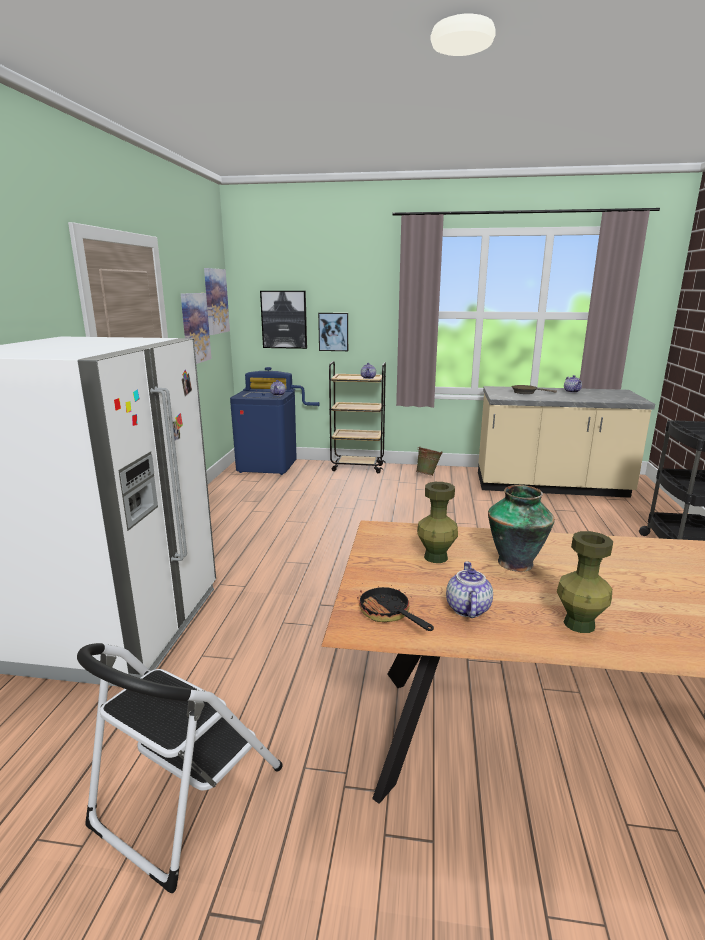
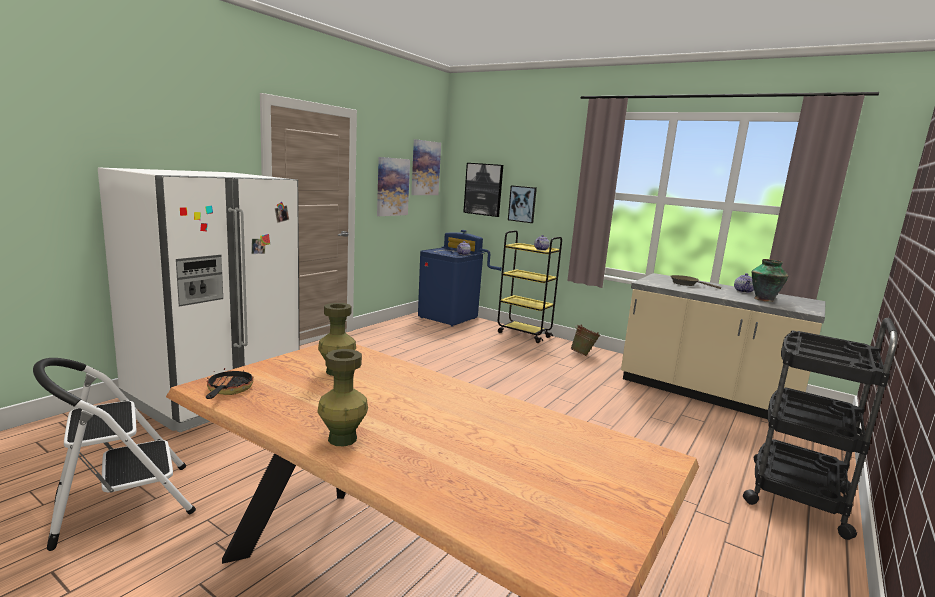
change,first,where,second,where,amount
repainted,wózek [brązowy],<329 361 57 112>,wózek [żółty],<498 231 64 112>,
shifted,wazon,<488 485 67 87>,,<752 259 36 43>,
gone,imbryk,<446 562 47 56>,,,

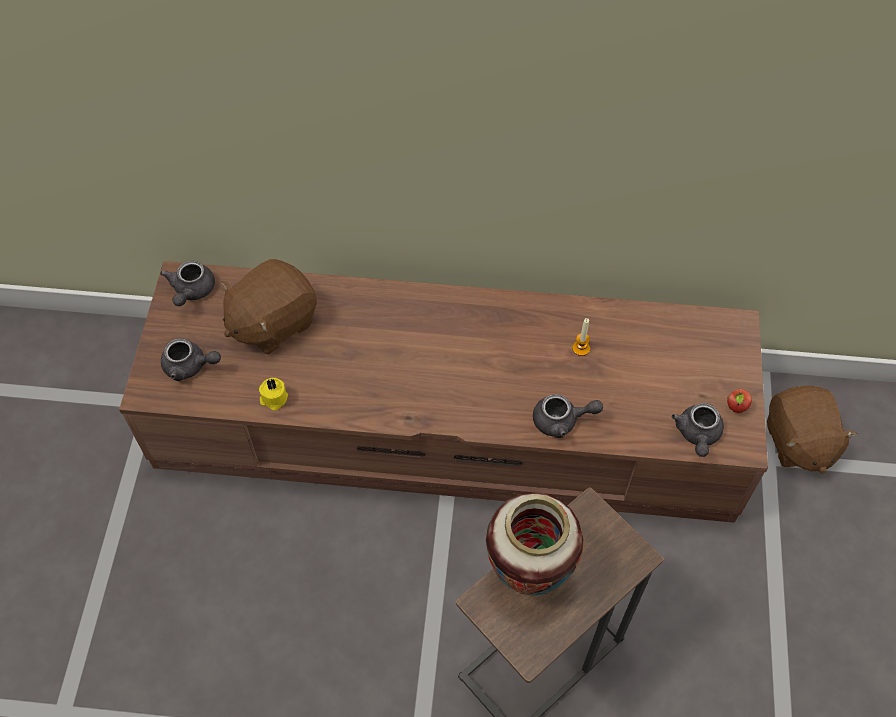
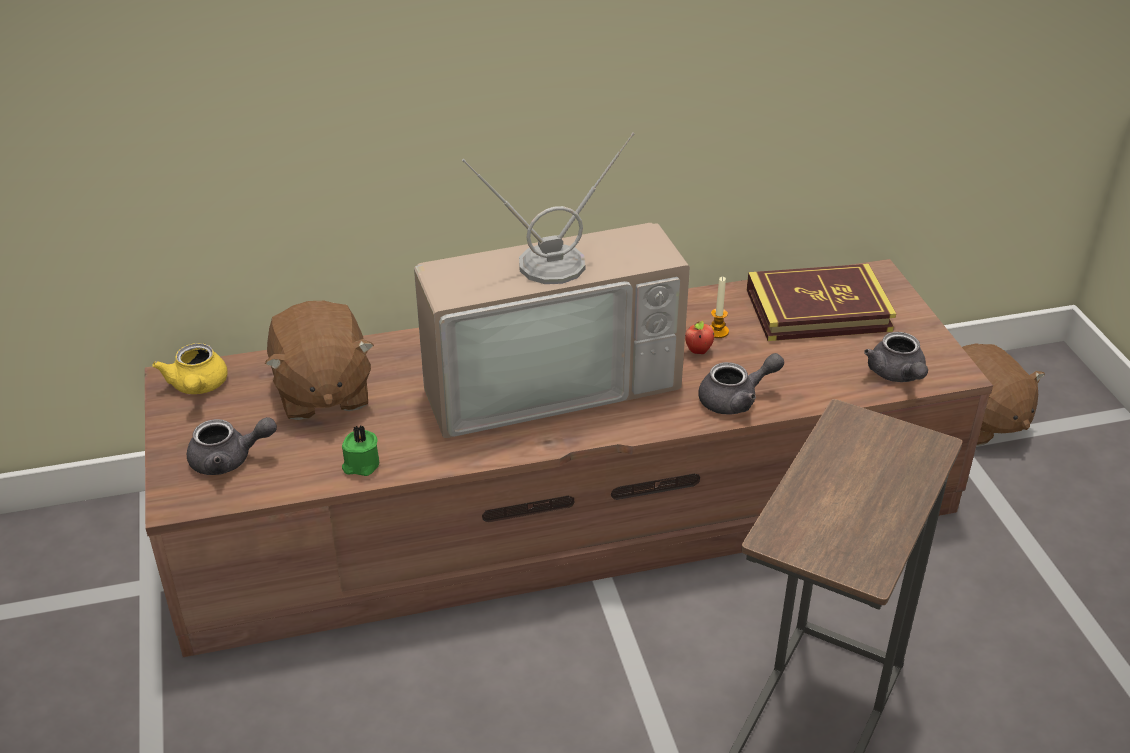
change,first,where,second,where,amount
rotated,pluszak [brązowy],<221 259 96 96>,,<265 301 109 119>,45 degrees counterclockwise
repainted,imbryk [szary],<160 260 55 46>,imbryk [żółty],<152 343 76 51>,
repainted,świeca [żółty],<259 378 29 33>,świeca [zielony],<342 426 37 50>,
shifted,jabłko,<727 389 25 24>,,<685 321 29 33>,
gone,wazon,<486 492 98 104>,,,
new,,,telewizor,<414 132 276 306>,
new,,,książka,<747 264 149 77>,

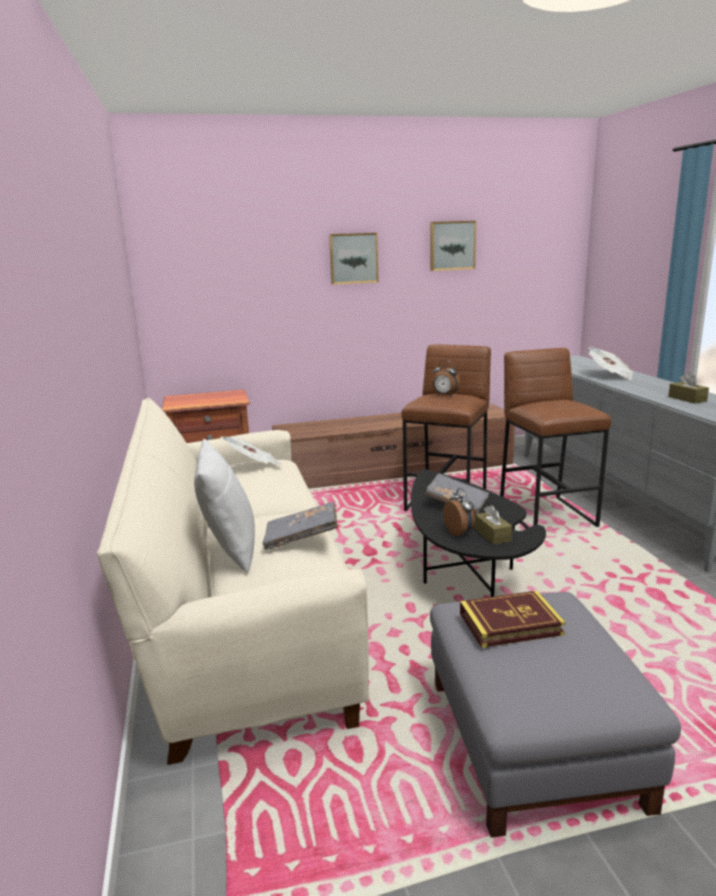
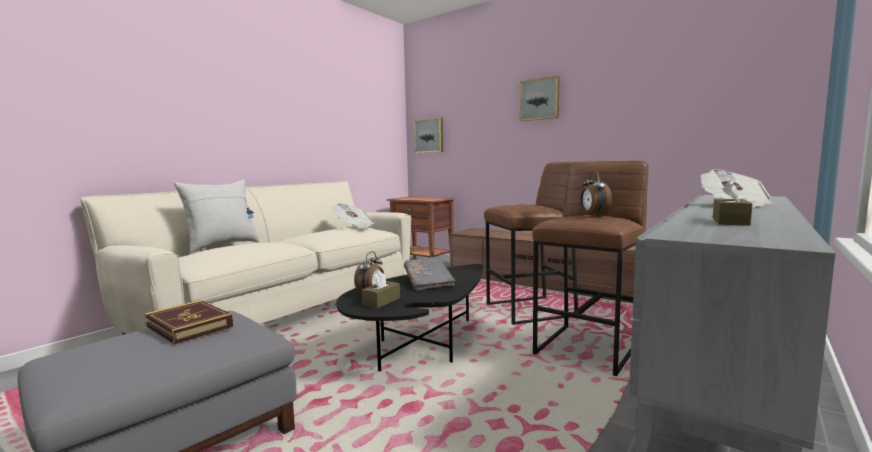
change,first,where,second,where,amount
shifted,obraz,<430 221 46 50>,,<414 117 29 36>,
shifted,budzik,<433 360 27 37>,,<581 171 31 46>,
gone,książka [szary],<262 502 76 48>,,,

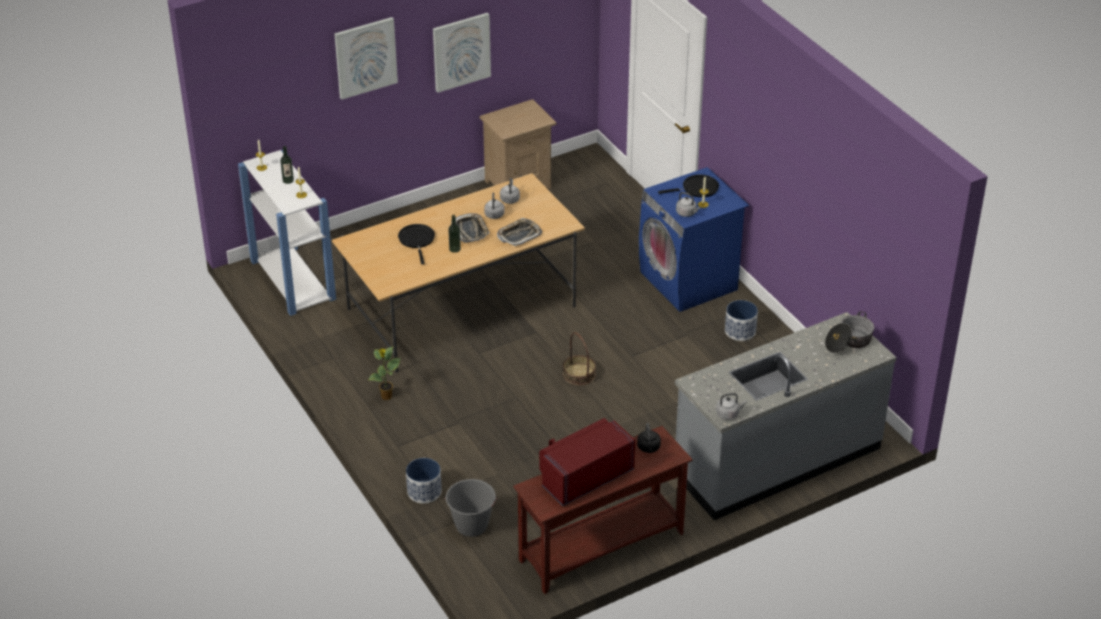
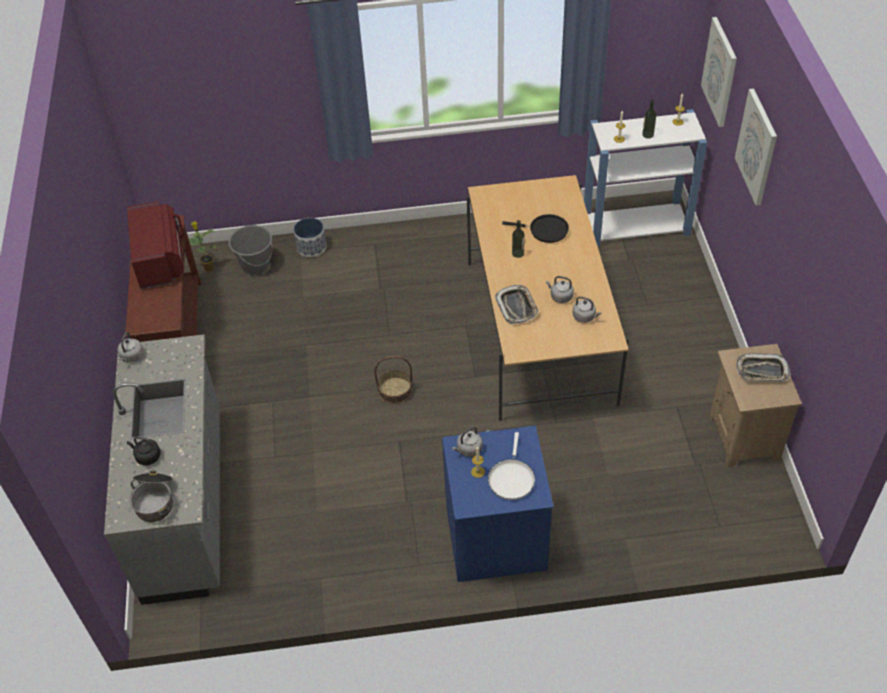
change,first,where,second,where,amount
shifted,obraz,<433 13 58 80>,,<701 17 36 110>,
repainted,patelnia [czarny],<658 174 61 23>,patelnia [biały],<488 432 47 68>,
shifted,taca,<451 213 39 30>,,<737 353 54 28>,
gone,donica,<725 300 33 41>,,,
shifted,roślina doniczkowa,<368 346 32 54>,,<189 221 27 51>,
shifted,czajnik [czarny],<637 423 24 30>,,<127 436 34 29>,

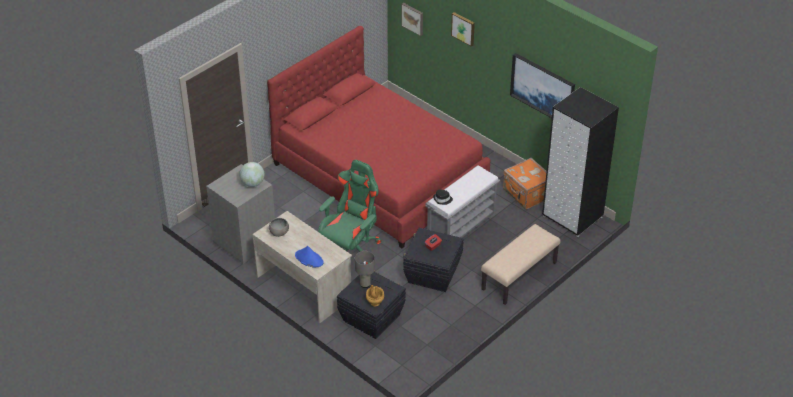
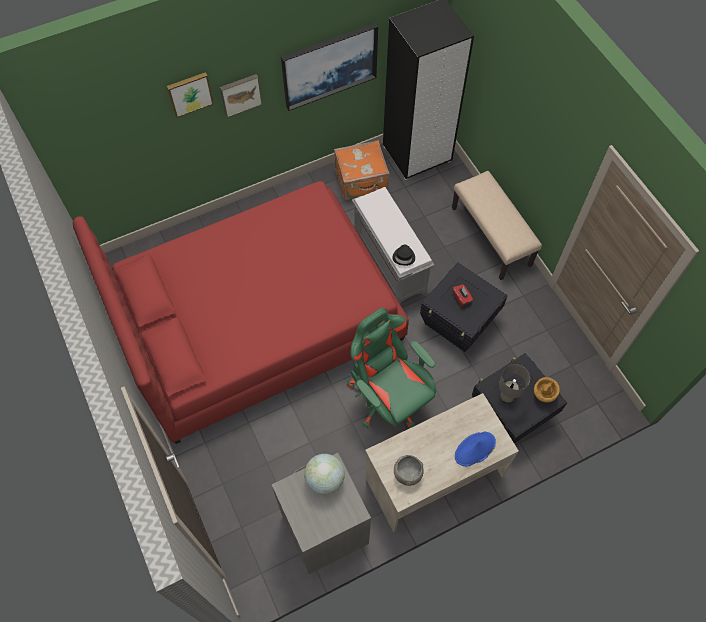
change,first,where,second,where,amount
shifted,obraz,<401 3 22 33>,,<220 74 42 44>,

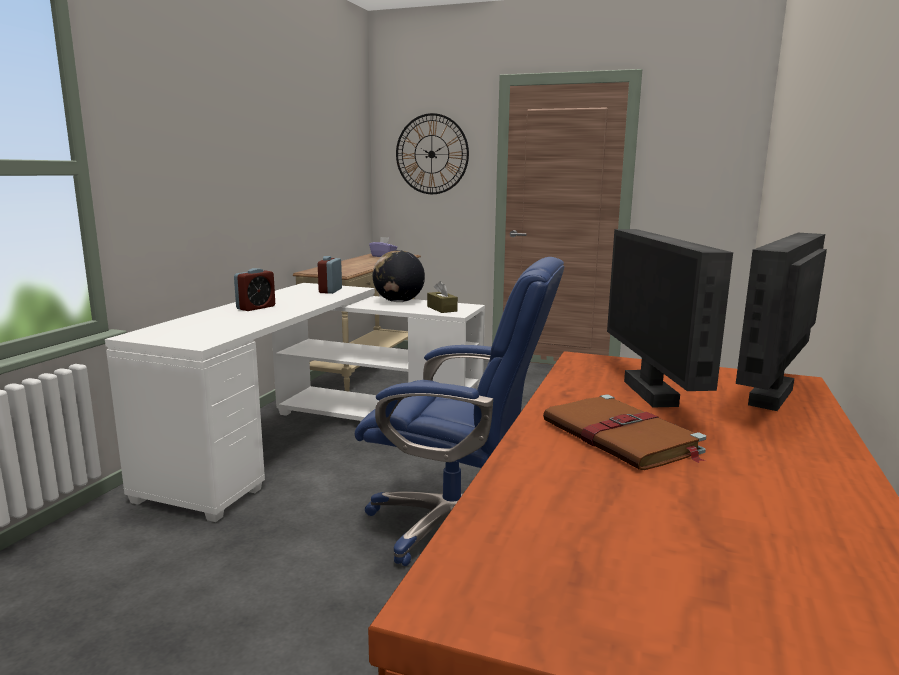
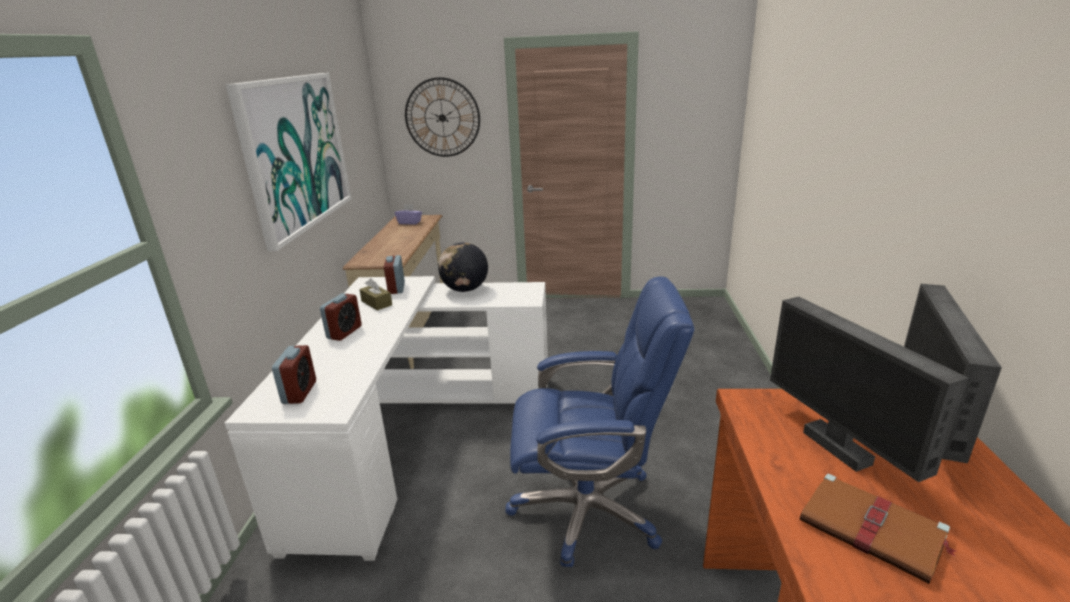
change,first,where,second,where,amount
shifted,pudełko chusteczek [brązowy],<427 281 31 32>,,<359 278 33 33>,
new,,,obraz,<226 73 125 178>,
new,,,budzik,<272 345 44 59>,

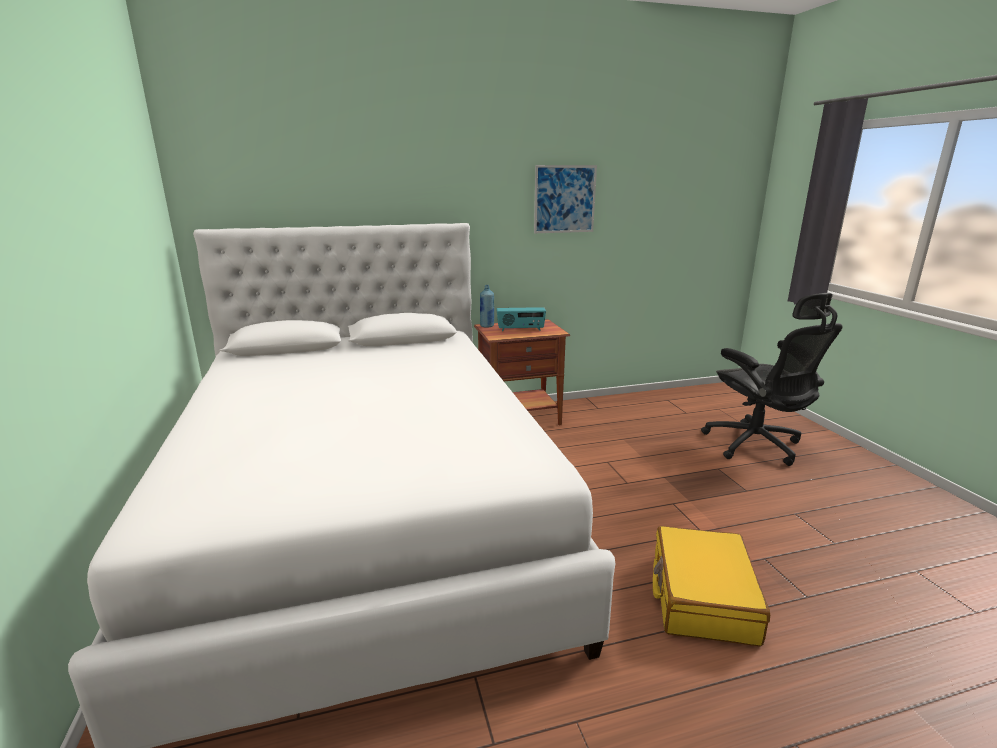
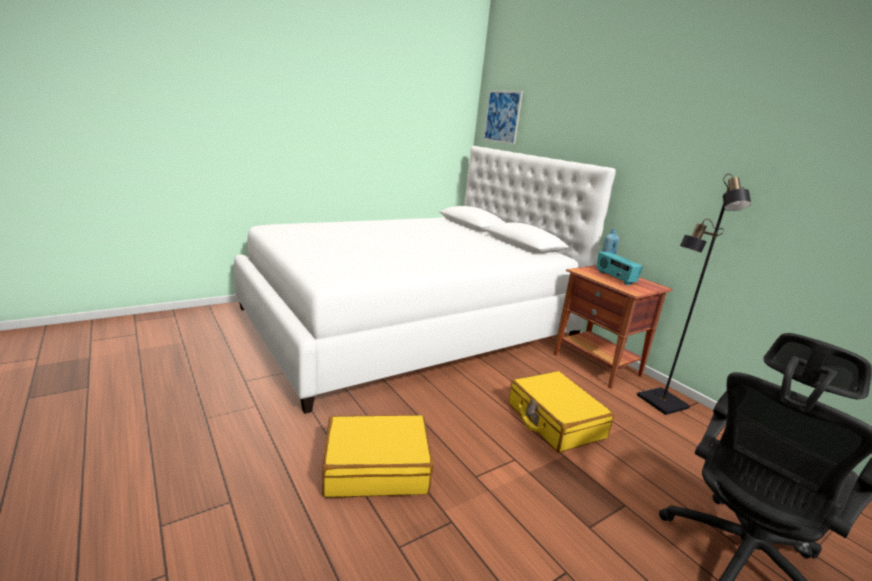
change,first,where,second,where,amount
shifted,obraz,<534 165 63 68>,,<483 91 40 53>,
new,,,lampa stojąca [czarny],<637 174 114 241>,
new,,,walizka [żółty],<509 371 105 82>,

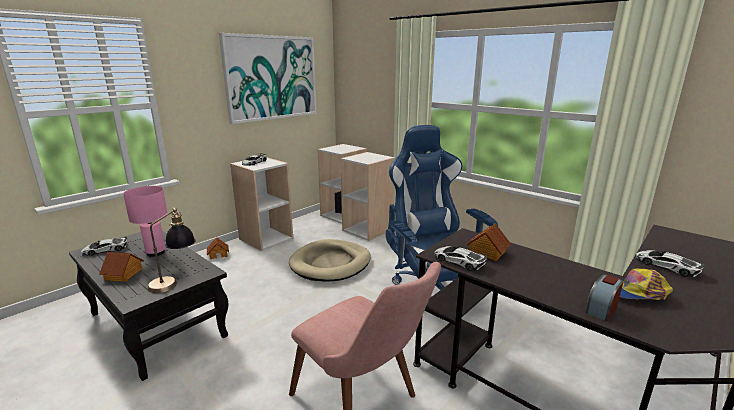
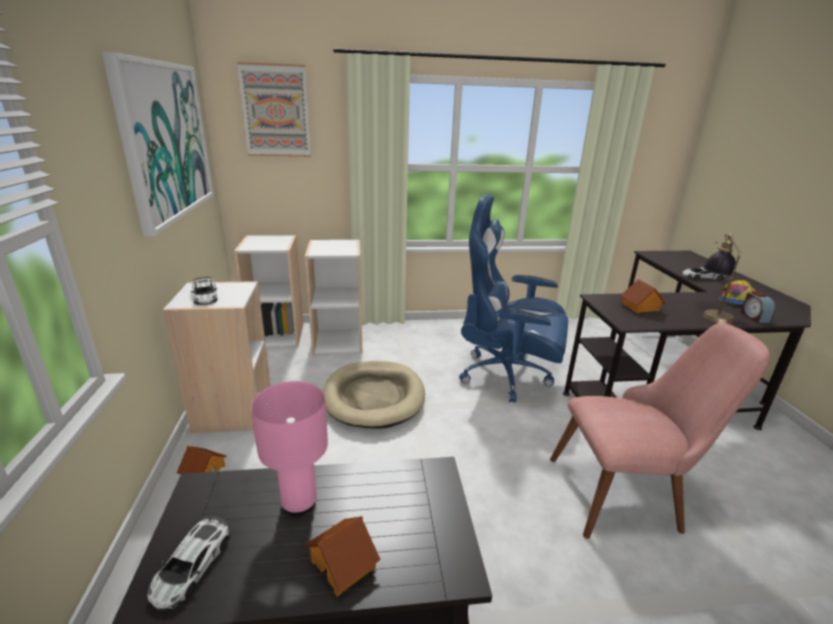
change,first,where,second,where,amount
shifted,lampa stołowa,<148 208 47 85>,,<703 233 38 91>,
gone,samochodzik,<434 246 53 25>,,,
new,,,obraz,<237 62 74 95>,

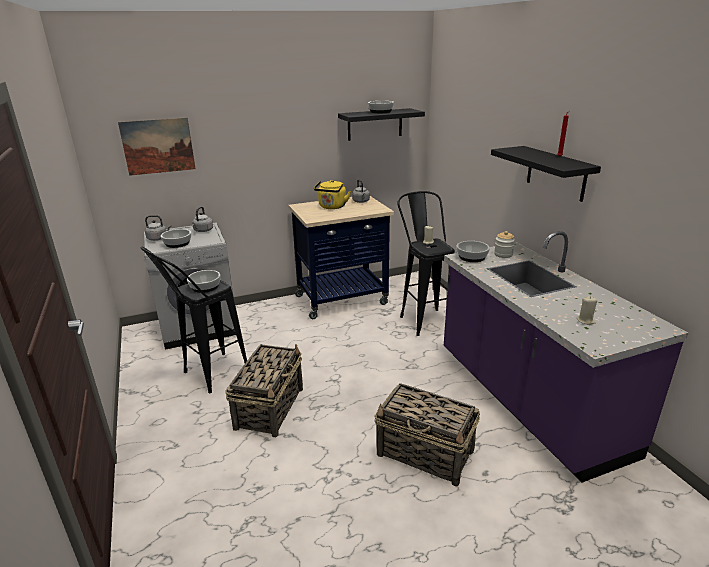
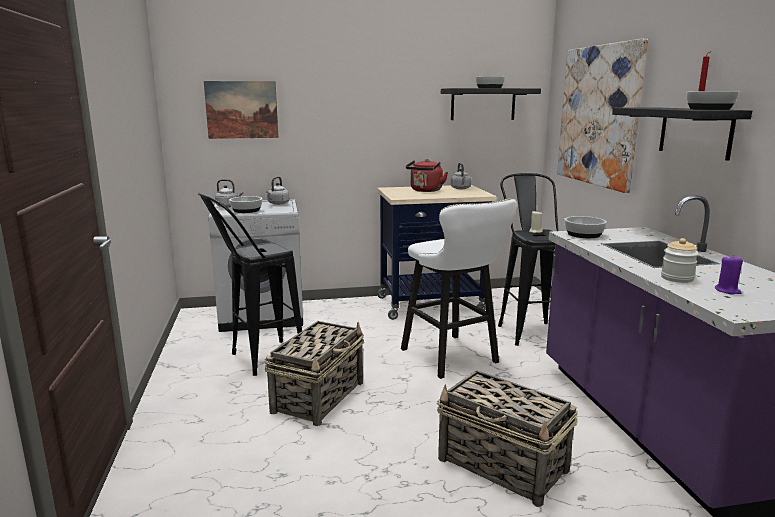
change,first,where,second,where,amount
repainted,czajnik [żółty],<314 180 37 29>,czajnik [czerwony],<406 159 42 33>,
shifted,słoik,<494 231 21 27>,,<661 238 37 45>,
shifted,miska,<187 270 34 23>,,<686 91 53 19>,
repainted,świeca [beżowy],<577 296 20 29>,świeca [fioletowy],<715 255 28 40>,
new,,,obraz,<557 39 91 154>,
new,,,stołek [biały],<401 198 116 181>,

